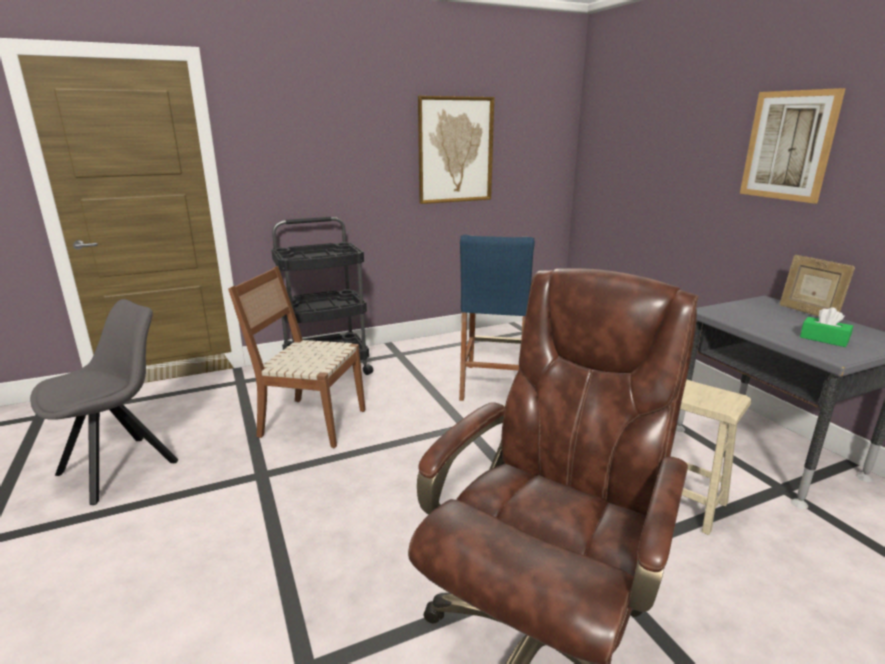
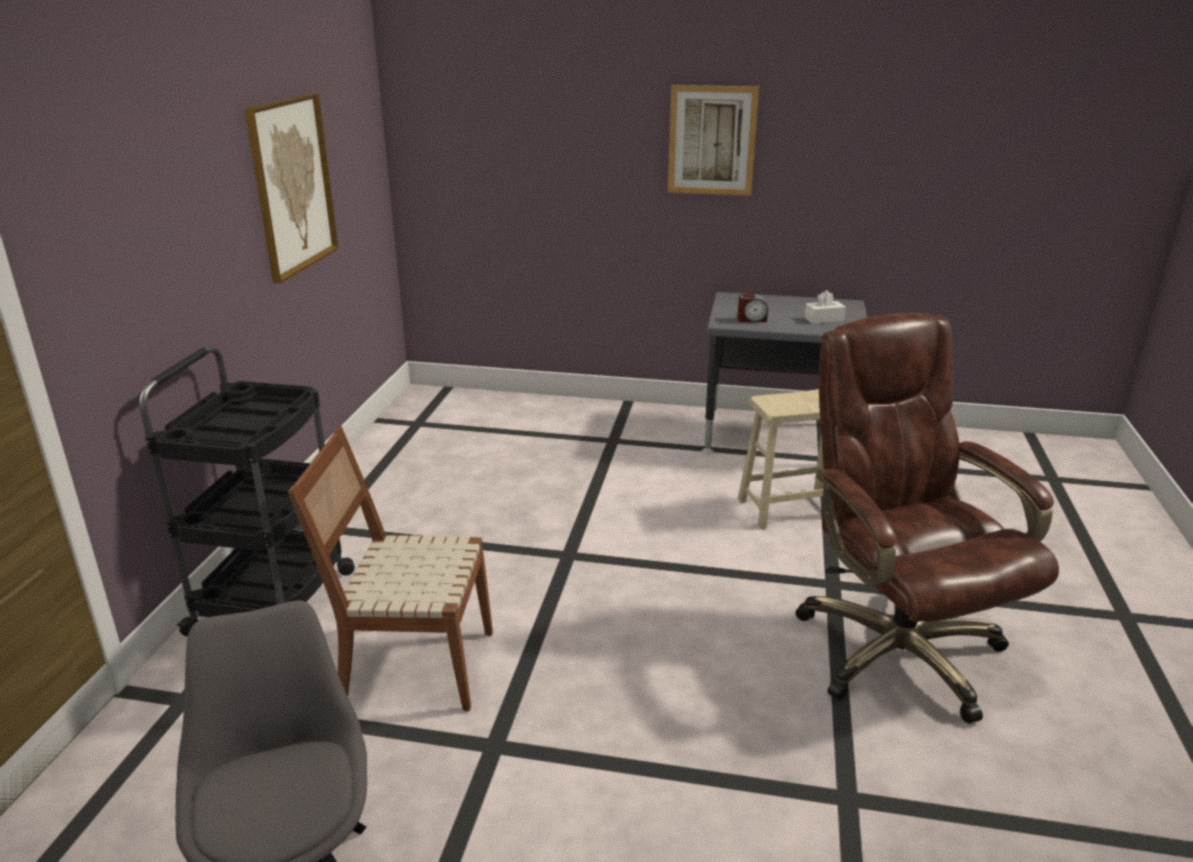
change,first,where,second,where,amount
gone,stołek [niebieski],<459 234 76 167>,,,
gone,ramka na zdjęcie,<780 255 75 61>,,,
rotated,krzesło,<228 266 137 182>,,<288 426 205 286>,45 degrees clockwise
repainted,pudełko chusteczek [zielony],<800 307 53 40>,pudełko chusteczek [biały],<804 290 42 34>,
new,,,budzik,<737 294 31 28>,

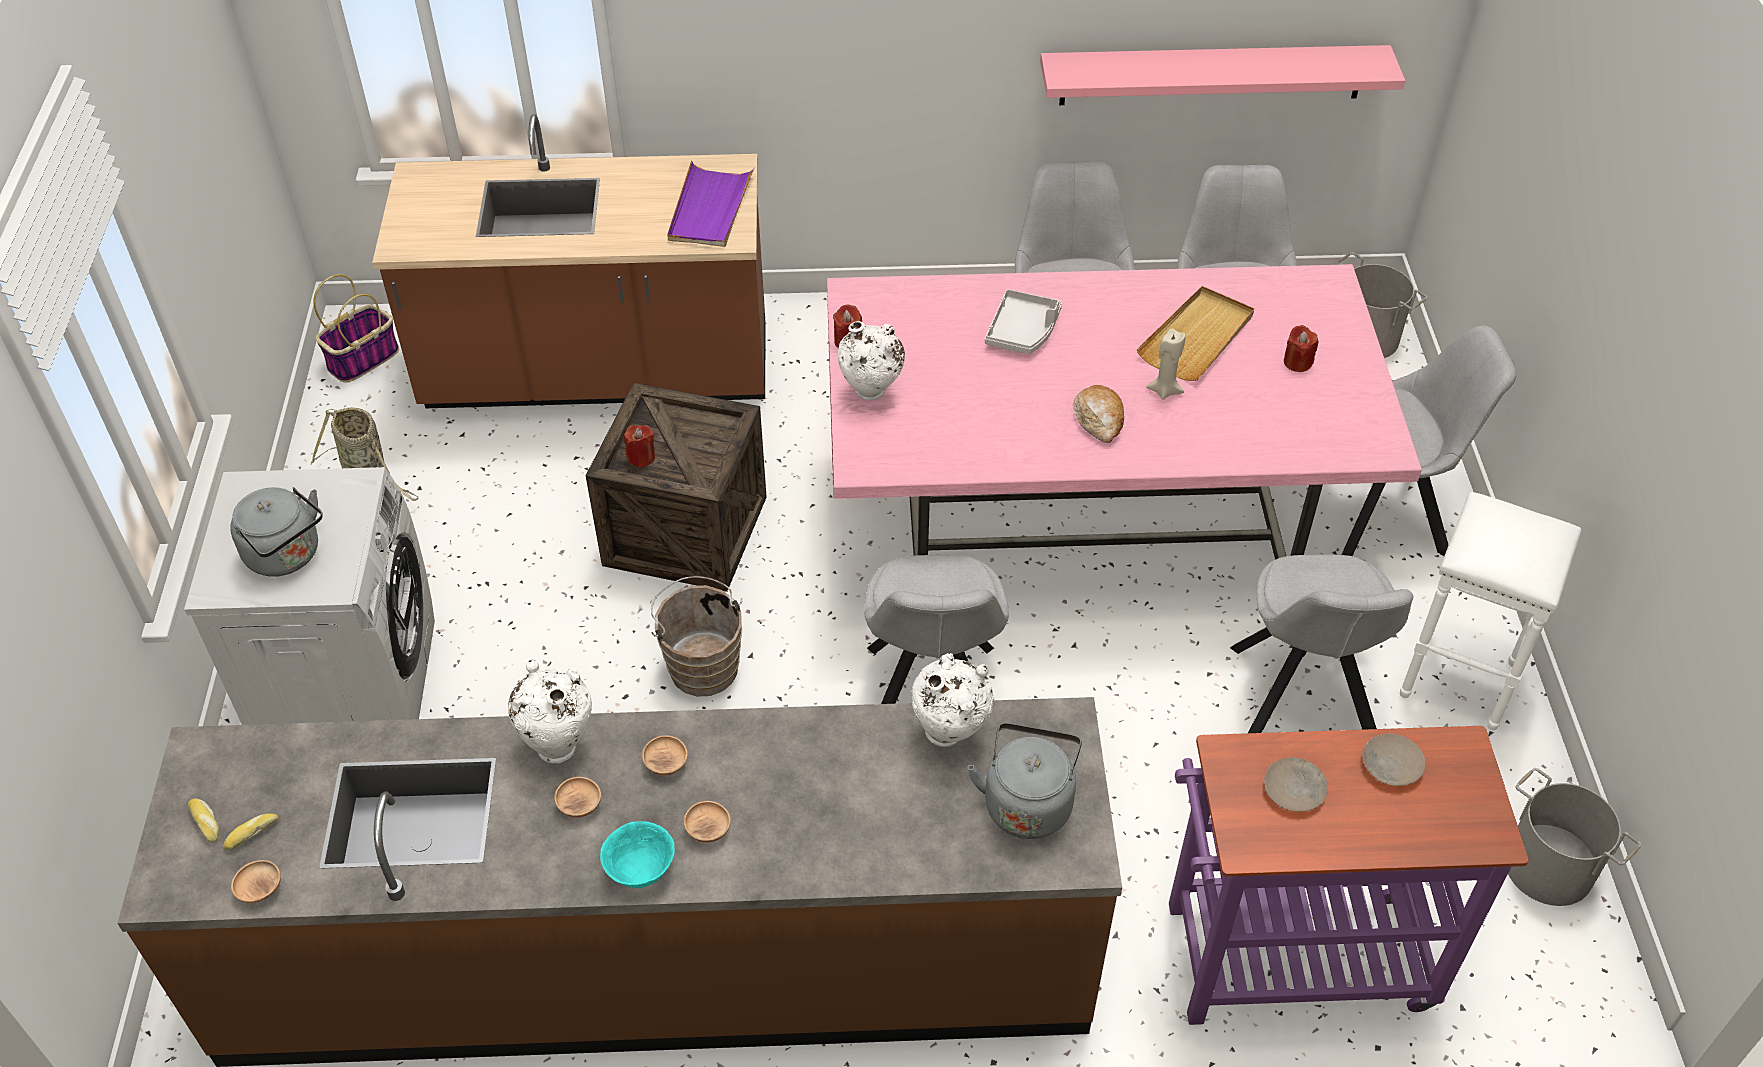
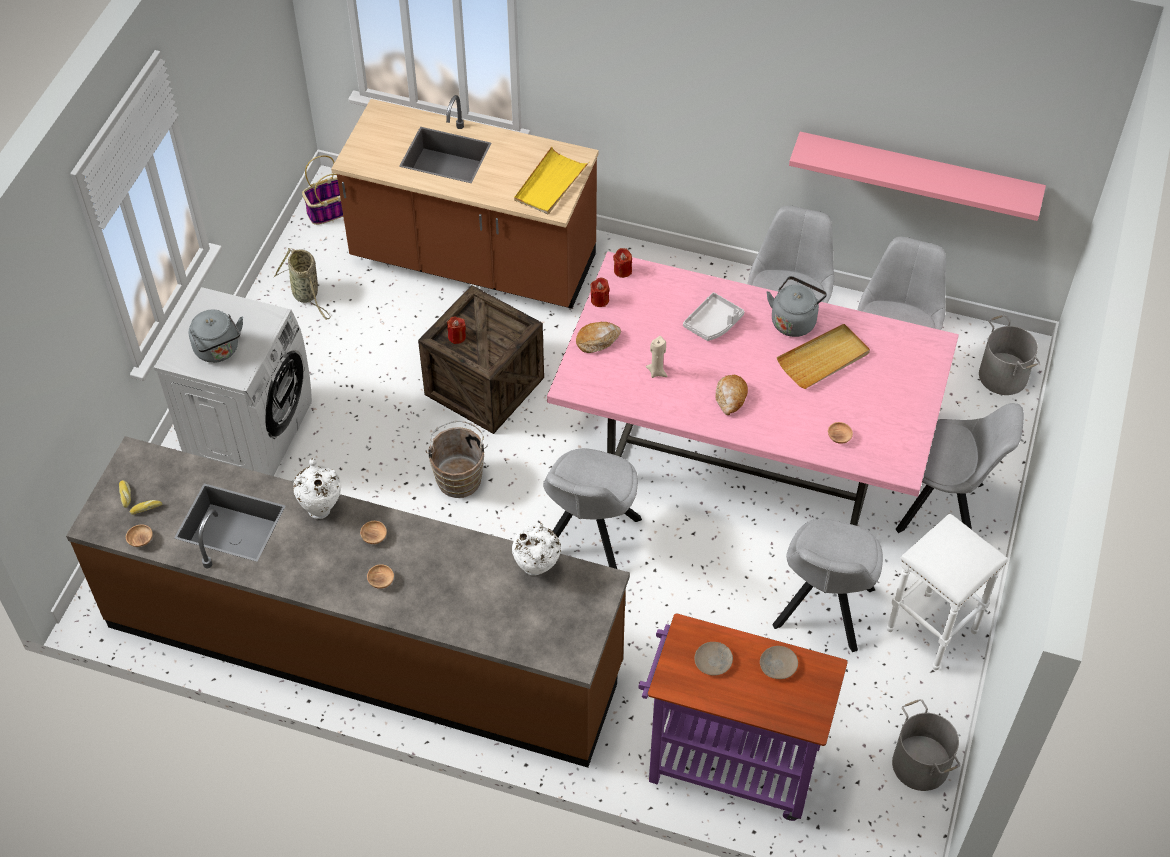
change,first,where,second,where,amount
repainted,taca [fioletowy],<667 161 88 86>,taca [żółty],<514 146 75 68>,
swapped,wazon [biały],<837 321 68 79>,chleb,<576 322 45 31>,
shifted,świeca [czerwony],<1284 325 35 47>,,<613 248 19 30>,
shifted,świeca [beżowy],<1146 328 39 72>,,<646 336 21 42>,
shifted,czajnik [szary],<968 723 114 116>,,<766 276 61 61>,
shifted,miska [brązowy],<554 777 47 41>,,<828 422 25 22>,
gone,miska [turkusowy],<600 821 75 67>,,,

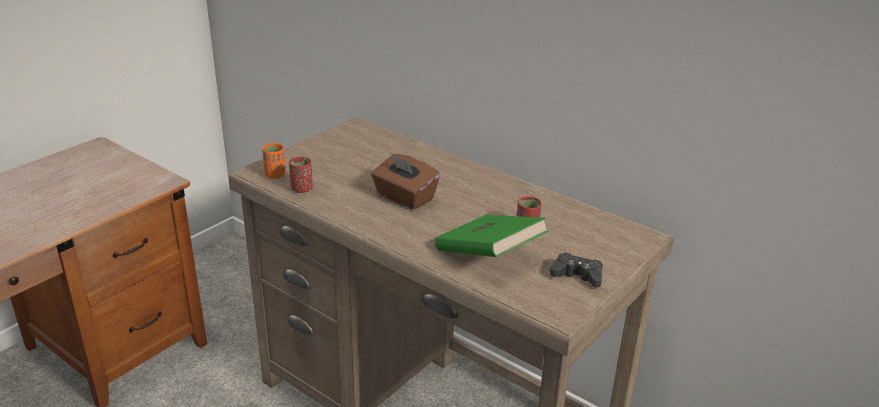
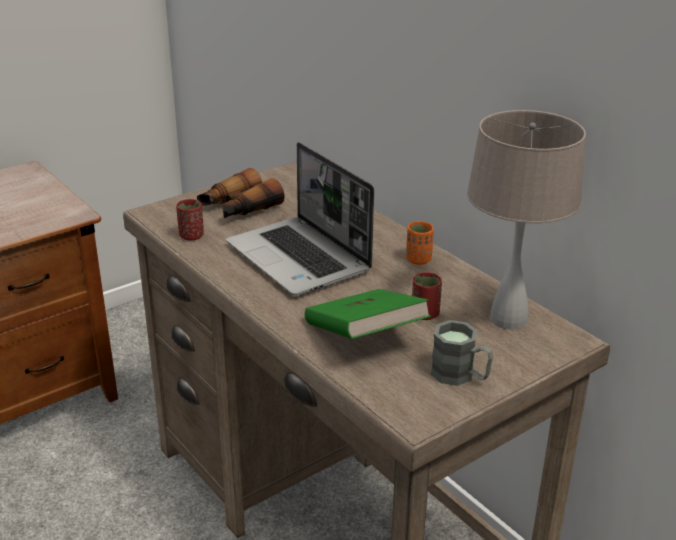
change,first,where,second,where,amount
shifted,filiżanka [pomarańczowy],<262 143 24 35>,,<406 221 28 44>,
swapped,pudełko chusteczek [brązowy],<371 153 69 57>,laptop,<226 142 148 153>,
swapped,pad do gier [czarny],<550 252 53 36>,kubek [szary],<431 320 62 66>,
new,,,lampa stołowa [beżowy],<467 110 119 220>,
new,,,lornetka,<197 168 88 50>,

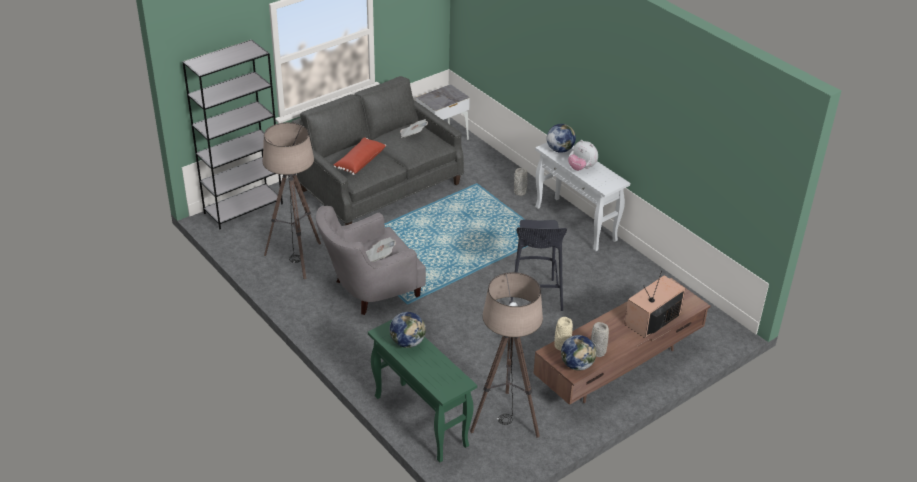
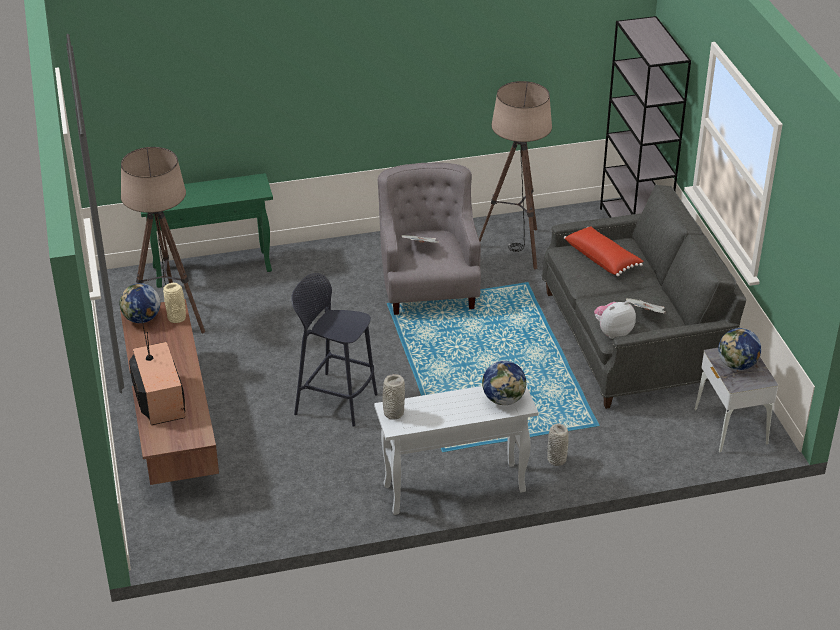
change,first,where,second,where,amount
shifted,pluszak,<568 140 30 31>,,<594 301 42 38>,
shifted,globus,<390 312 36 36>,,<718 328 43 42>,
shifted,wazon [szary],<591 322 18 35>,,<383 374 22 46>,

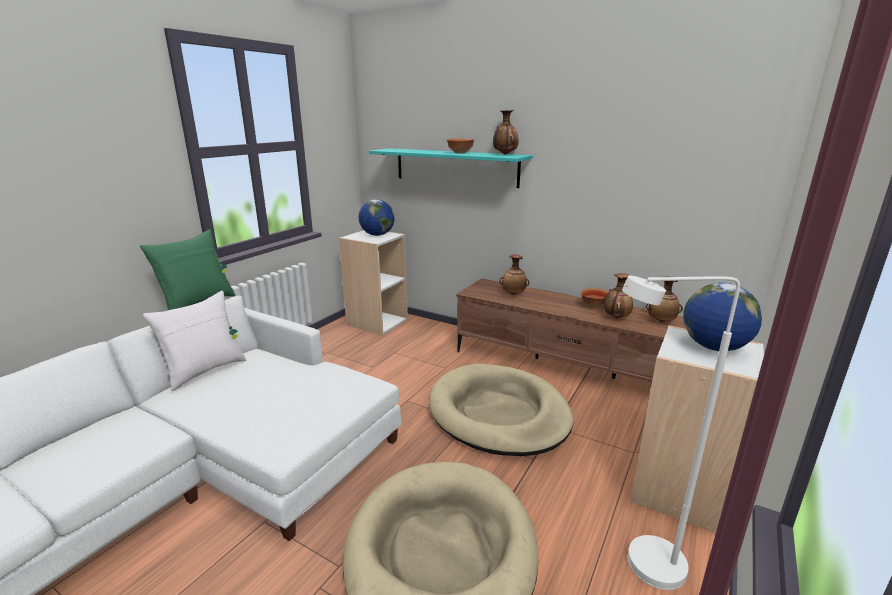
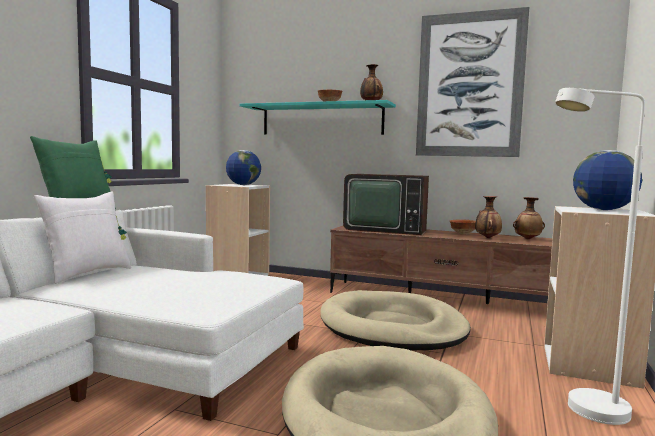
change,first,where,second,where,amount
swapped,wazon,<499 255 31 40>,telewizor,<343 174 86 61>,
new,,,obraz,<416 7 113 150>,

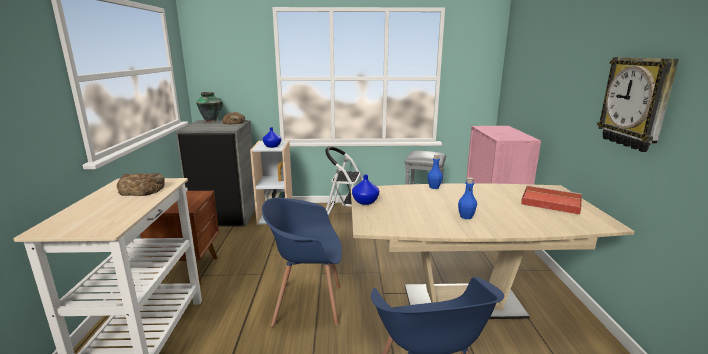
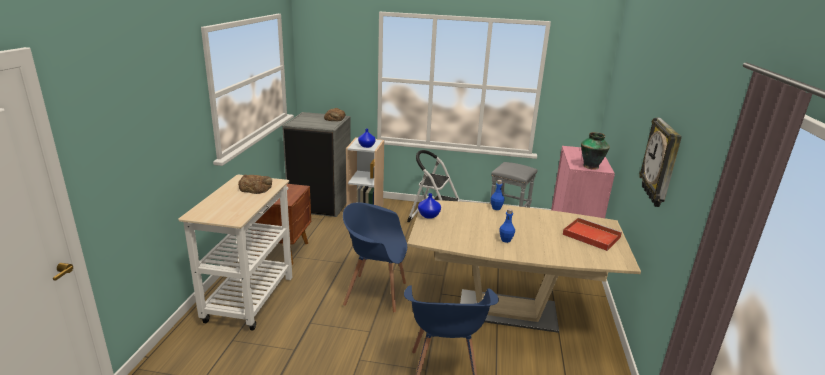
change,first,where,second,where,amount
shifted,wazon,<196 92 27 31>,,<581 132 29 38>,

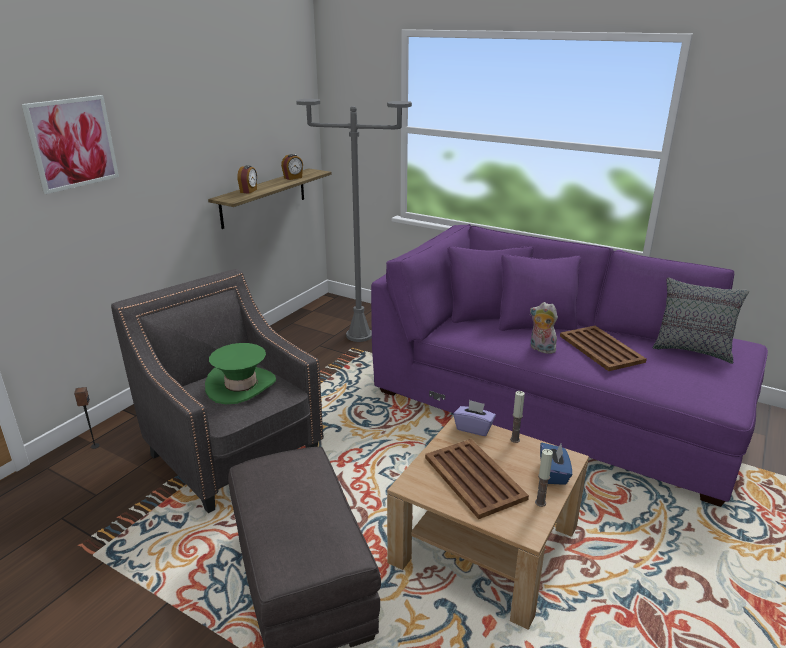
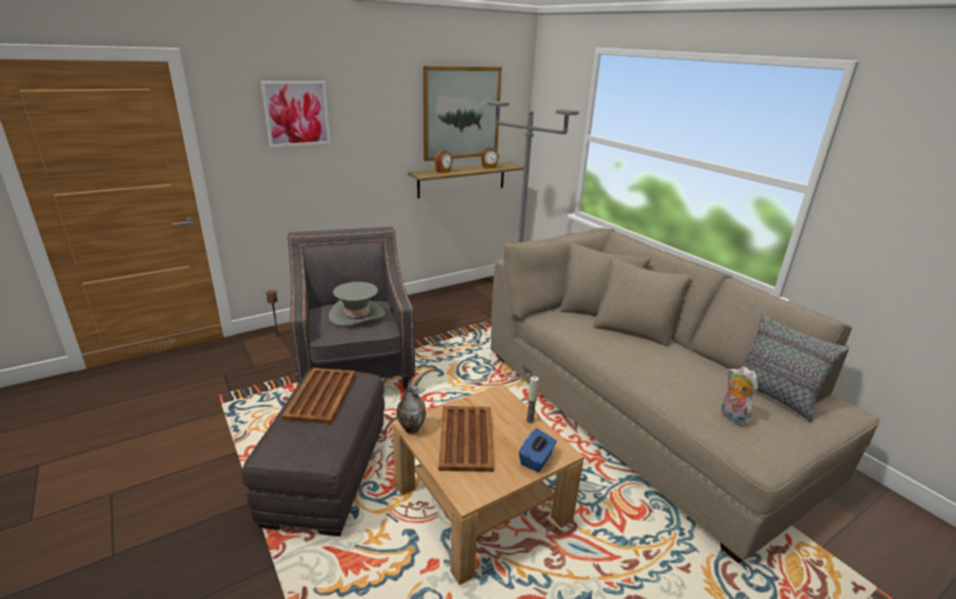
change,first,where,second,where,amount
repainted,kanapa [fioletowy],<371 224 397 283>,kanapa [beżowy],<491 228 389 335>,
shifted,pluszak,<530 302 28 52>,,<721 367 37 59>,
shifted,taca [brązowy],<560 326 87 45>,,<282 368 74 56>,
repainted,kapelusz [zielony],<205 343 71 61>,kapelusz [szary],<329 282 56 44>,
gone,pudełko chusteczek [fioletowy],<453 400 43 36>,,,
gone,świeca,<535 449 18 58>,,,
new,,,obraz,<423 66 79 95>,
new,,,wazon,<397 379 29 55>,

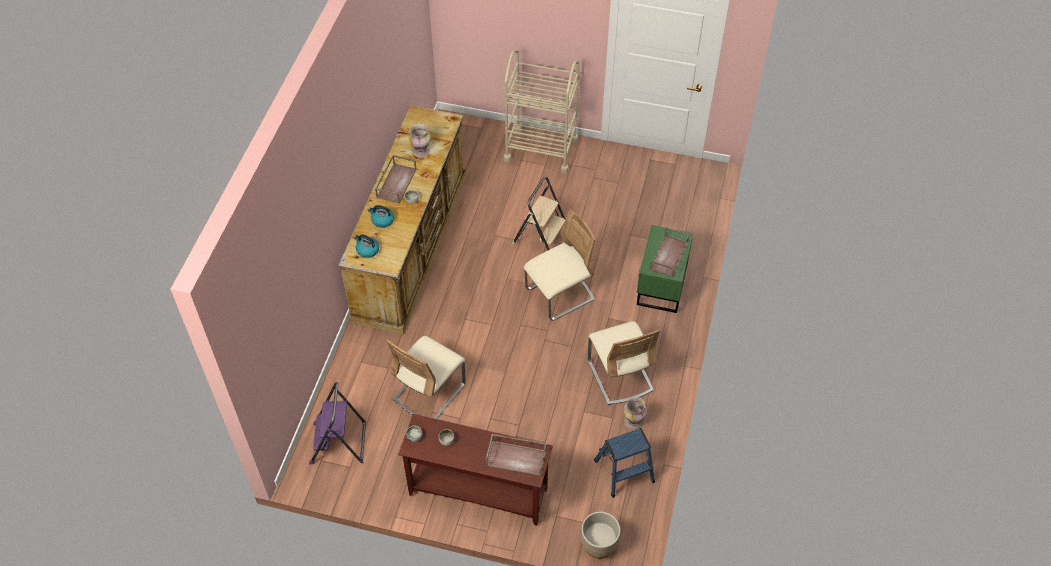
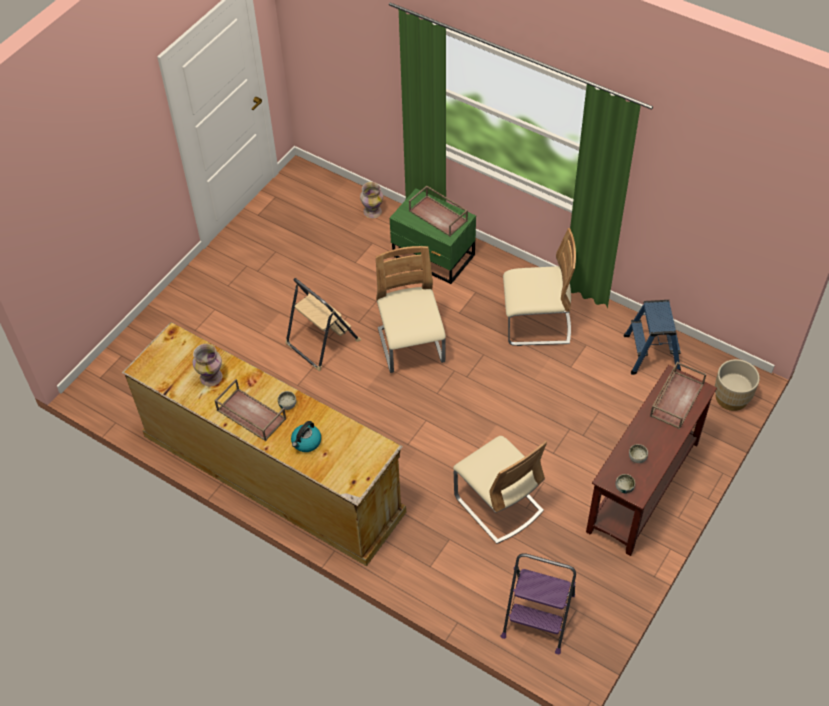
change,first,where,second,where,amount
gone,wózek [beżowy],<503 49 77 125>,,,
gone,czajnik,<354 234 25 24>,,,
shifted,wazon,<624 397 23 33>,,<360 182 23 36>,

